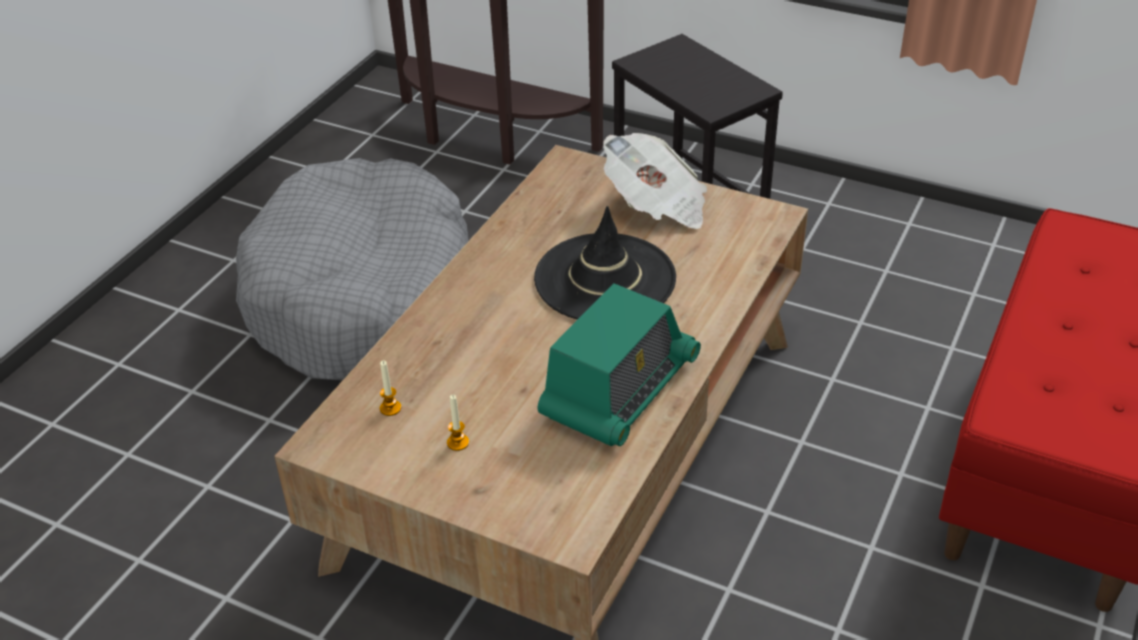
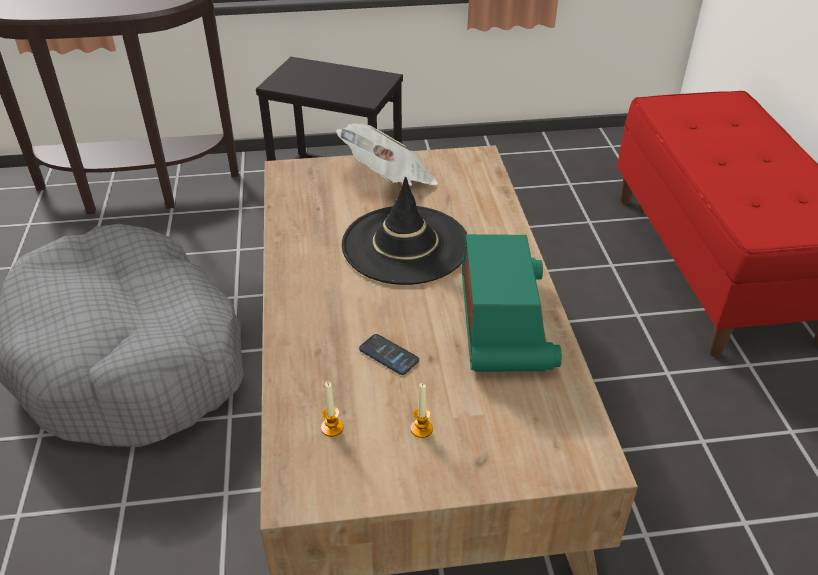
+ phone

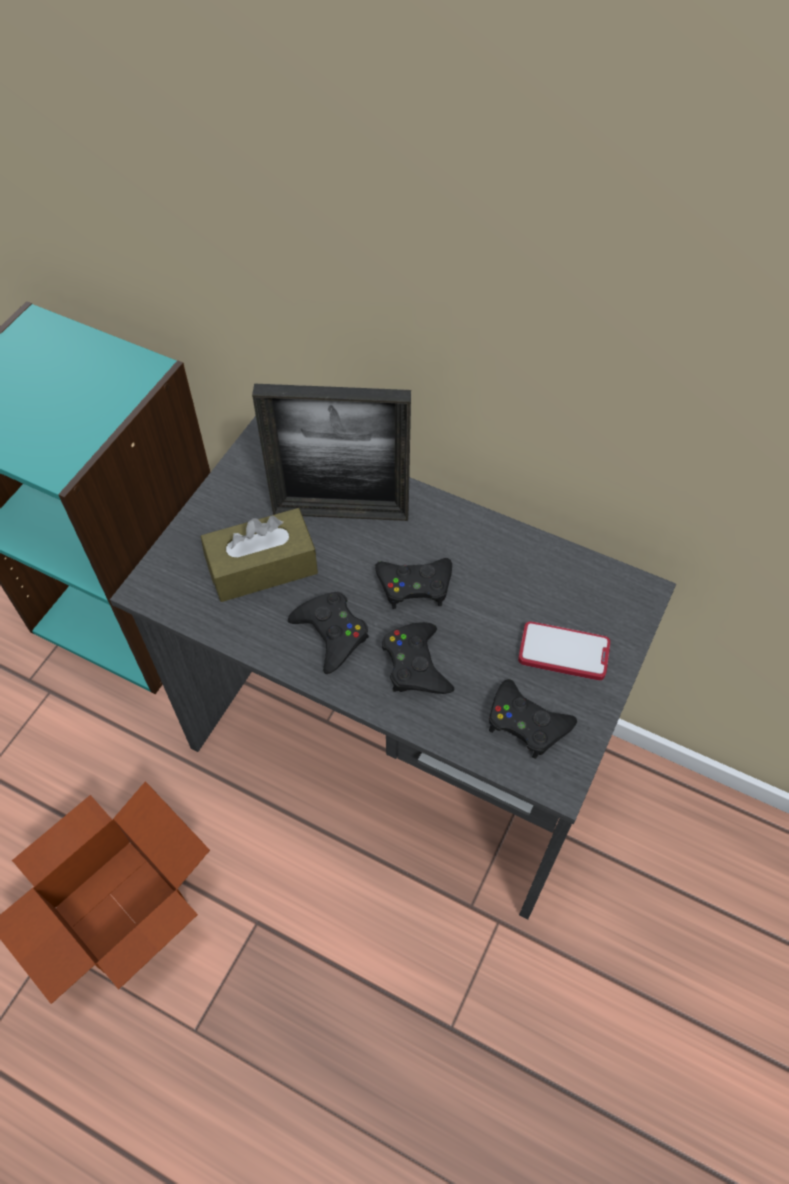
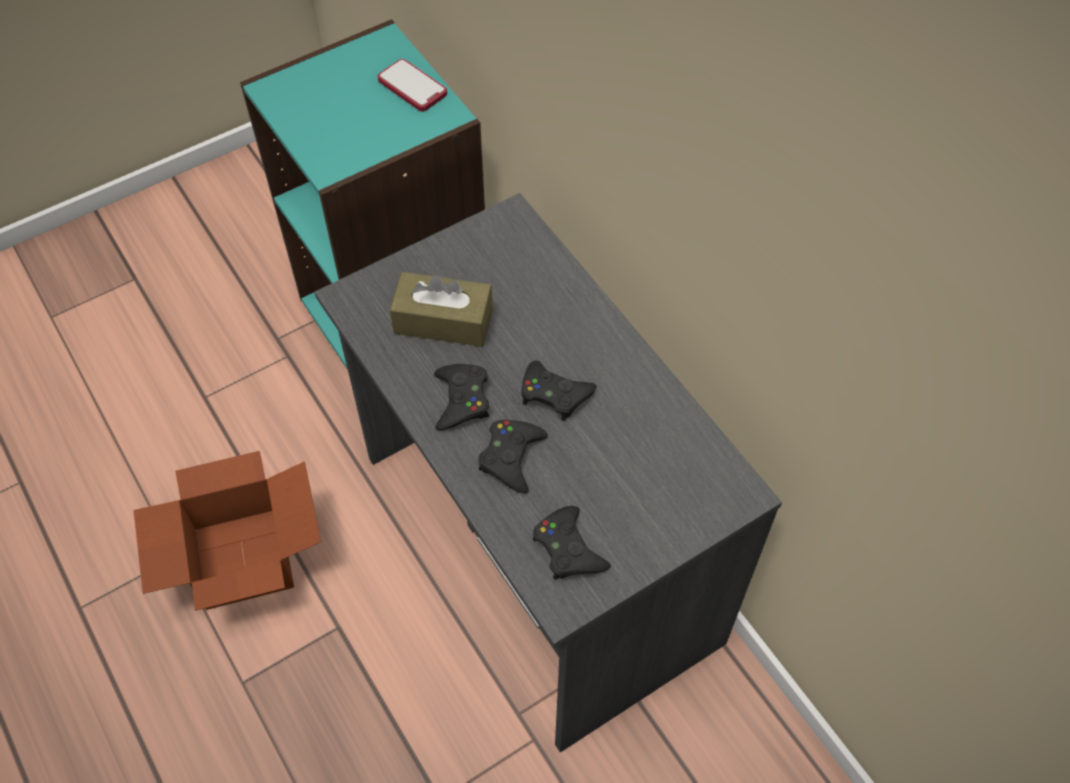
- picture frame
~ phone

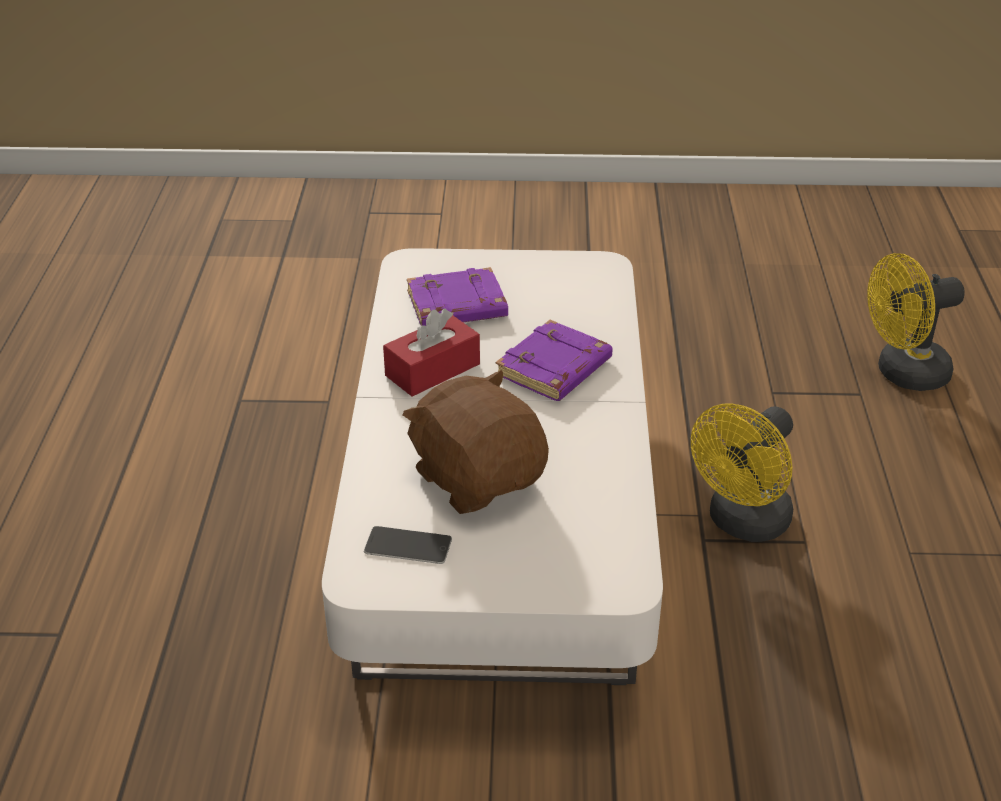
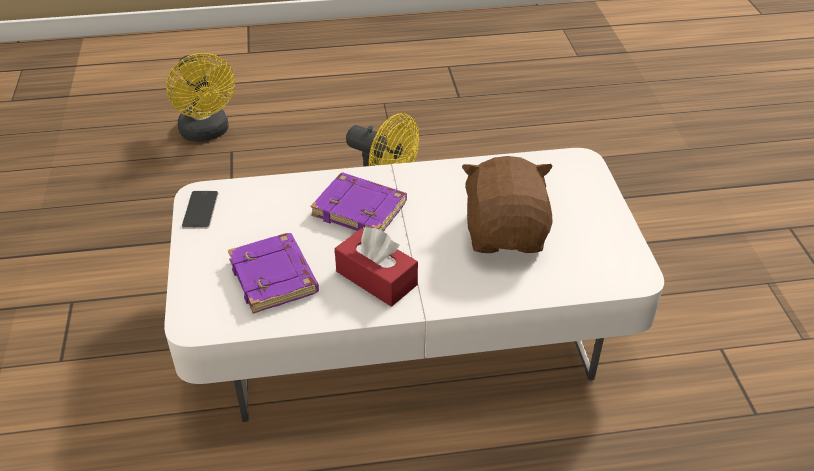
~ phone
~ plush toy in brown 135 degrees clockwise

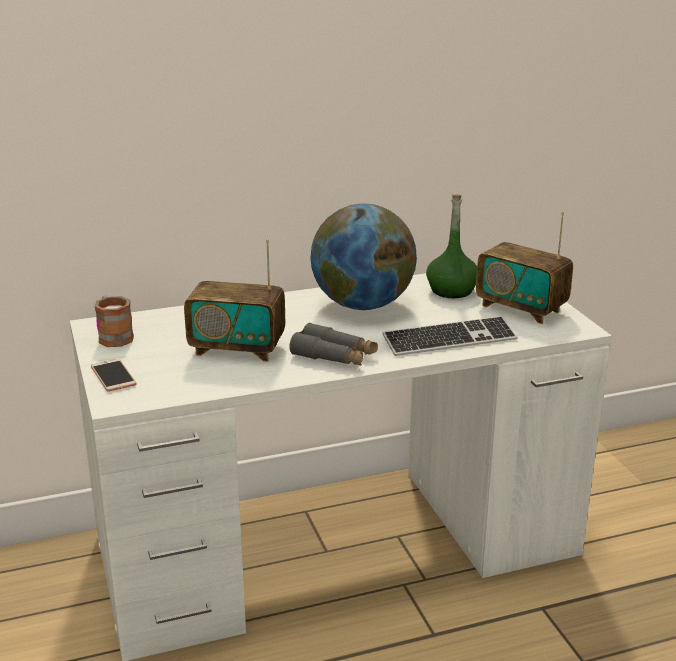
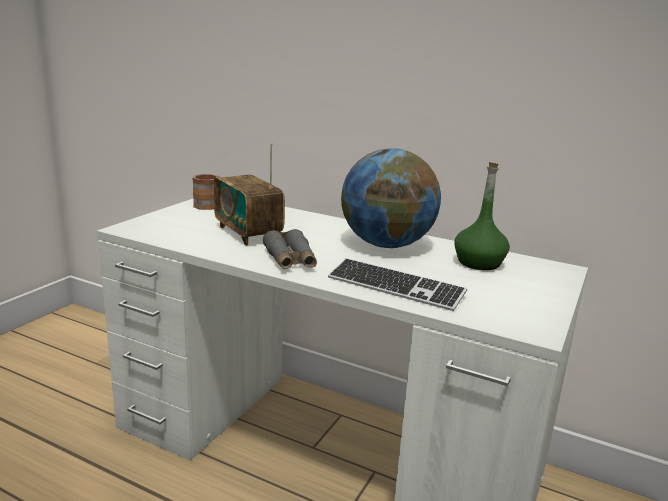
- phone
- radio (no. 2 from left)

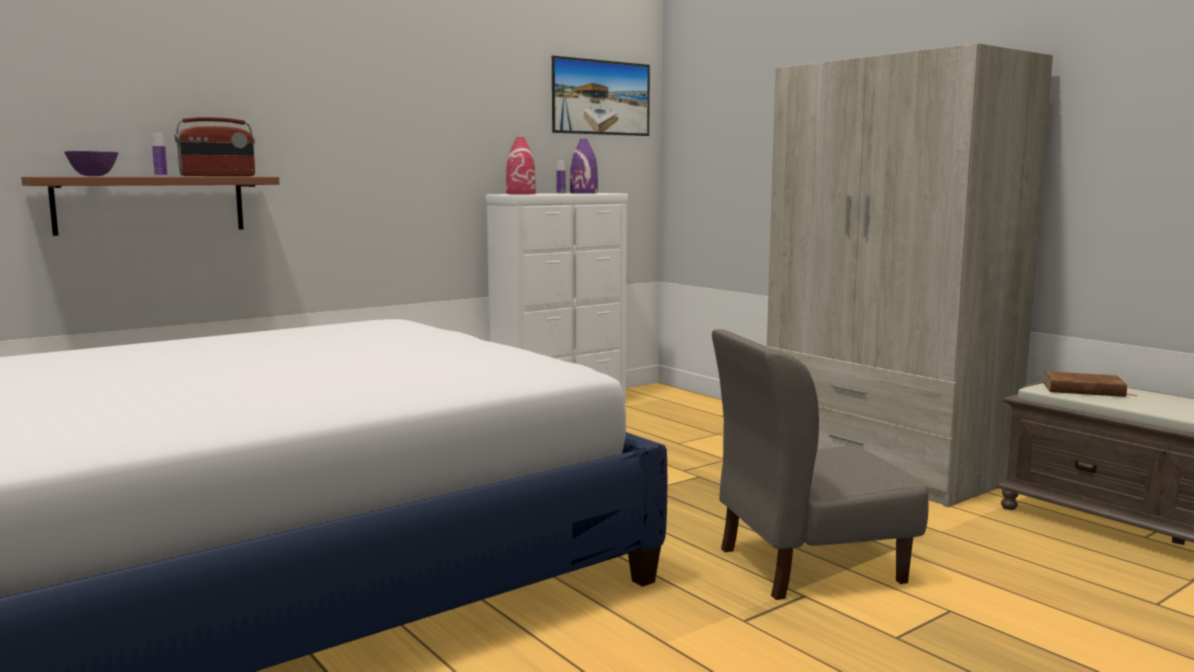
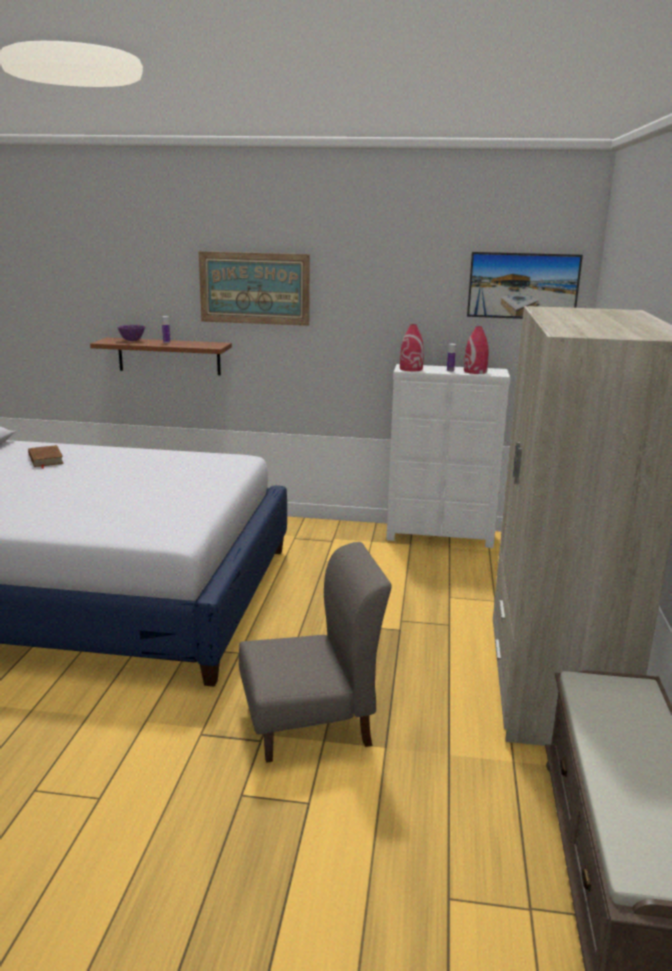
- radio
+ picture (no. 1 from left)
~ book in brown
~ vase in purple to vase in red (no. 2 from left)
~ chair in grey 135 degrees clockwise

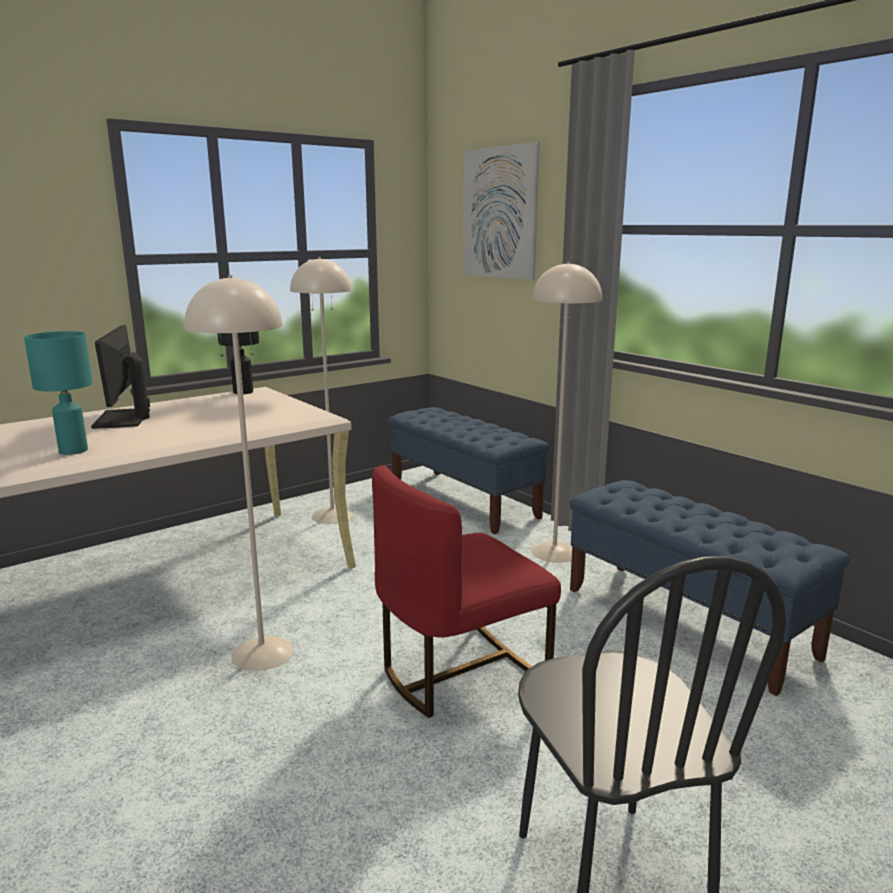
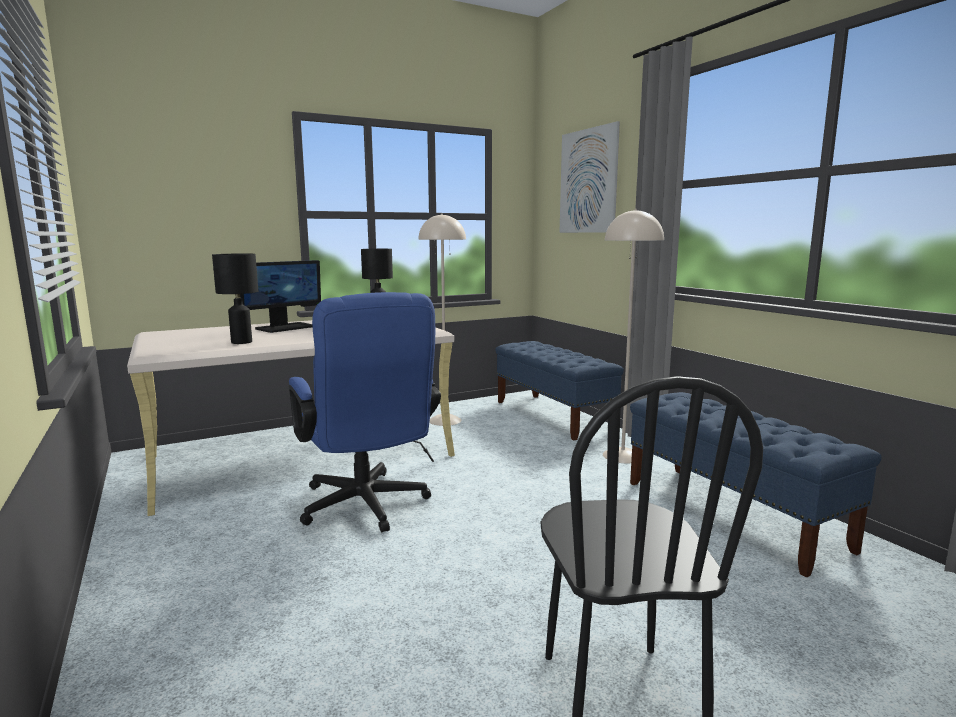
- chair in red
~ floor lamp in beige (no. 1 from left) to office chair in blue
~ table lamp in turquoise to table lamp in black (no. 1 from left)
~ monitor 135 degrees counterclockwise

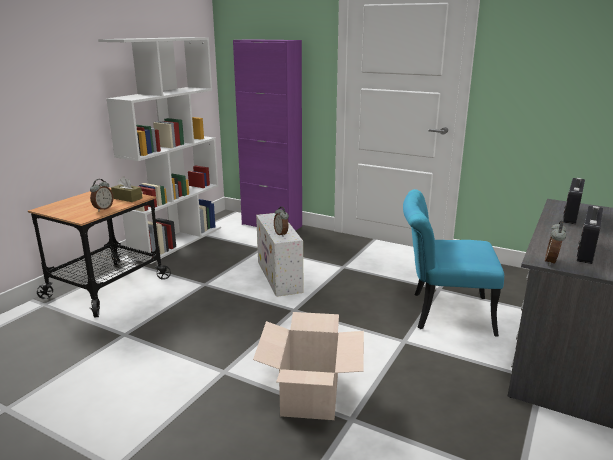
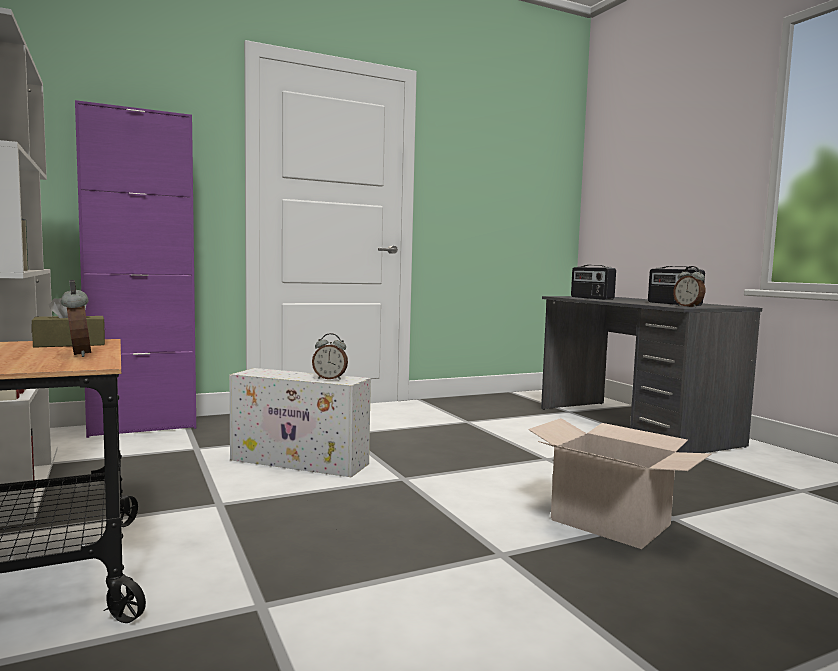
- chair in turquoise

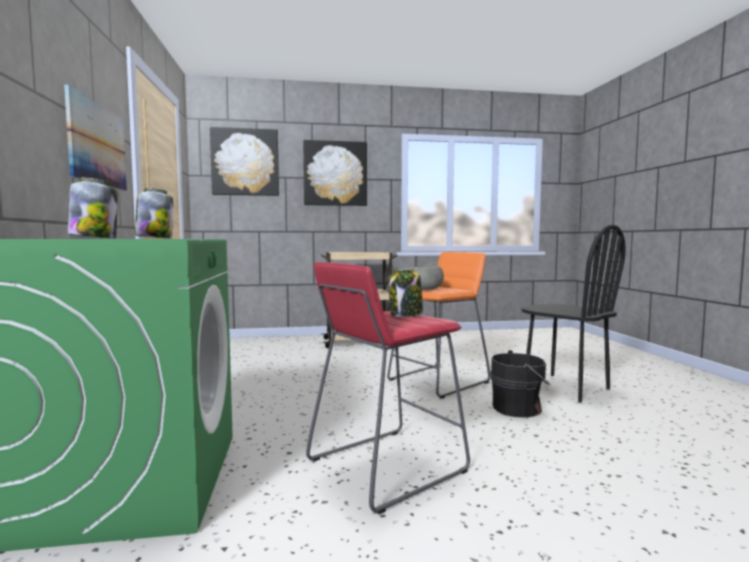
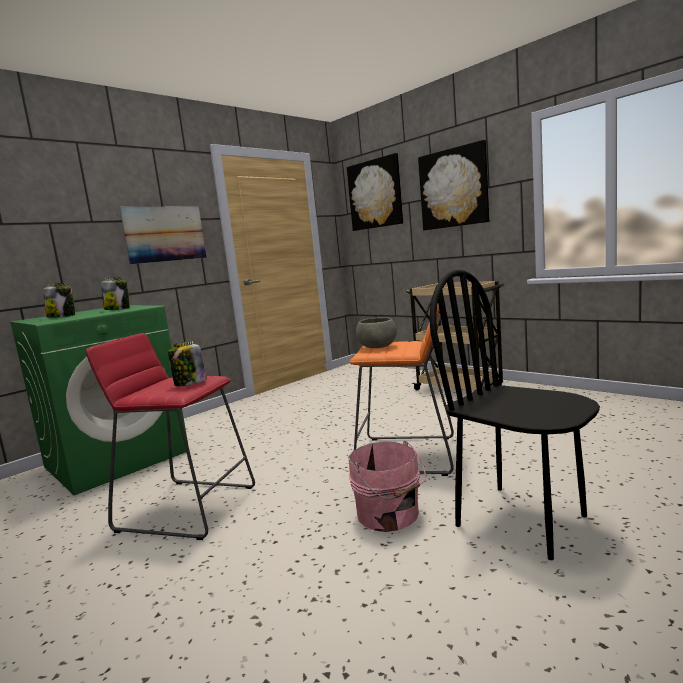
~ bucket in black to bucket in pink
~ chair in black 120 degrees clockwise

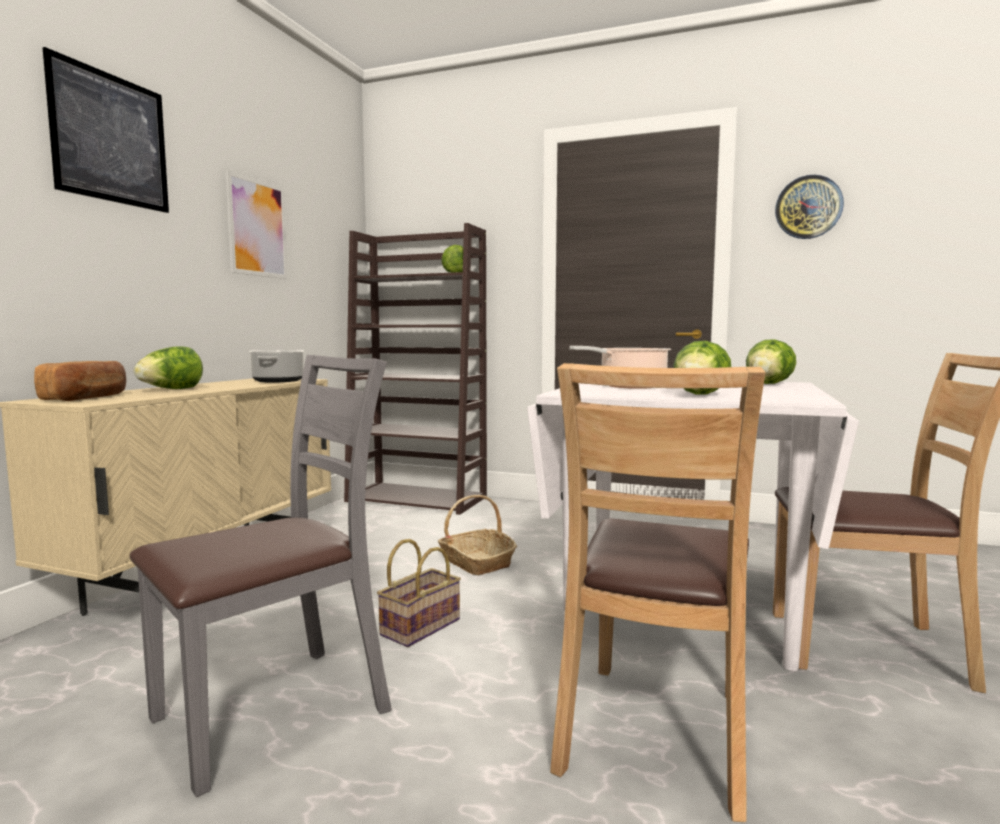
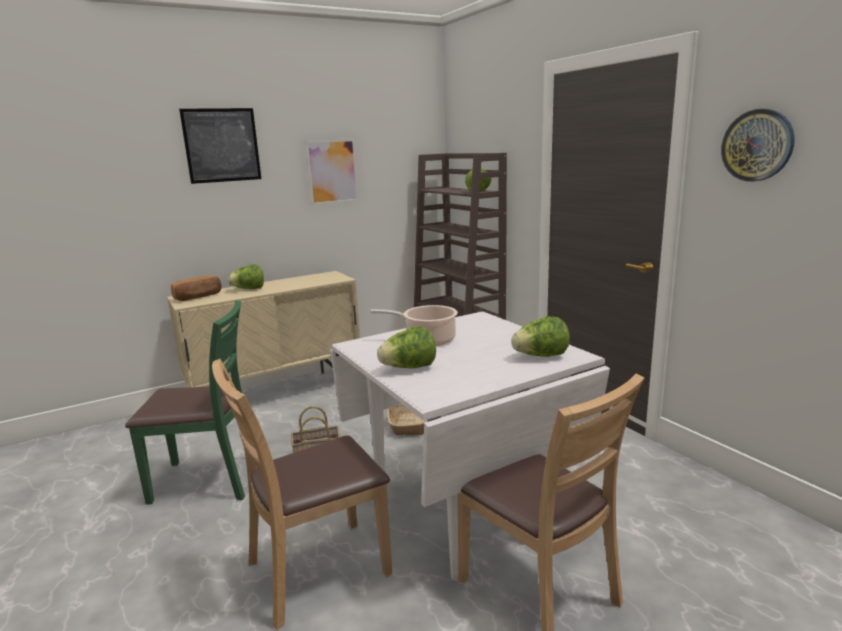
- cooking pot (no. 1 from left)
~ chair in grey to chair in green

